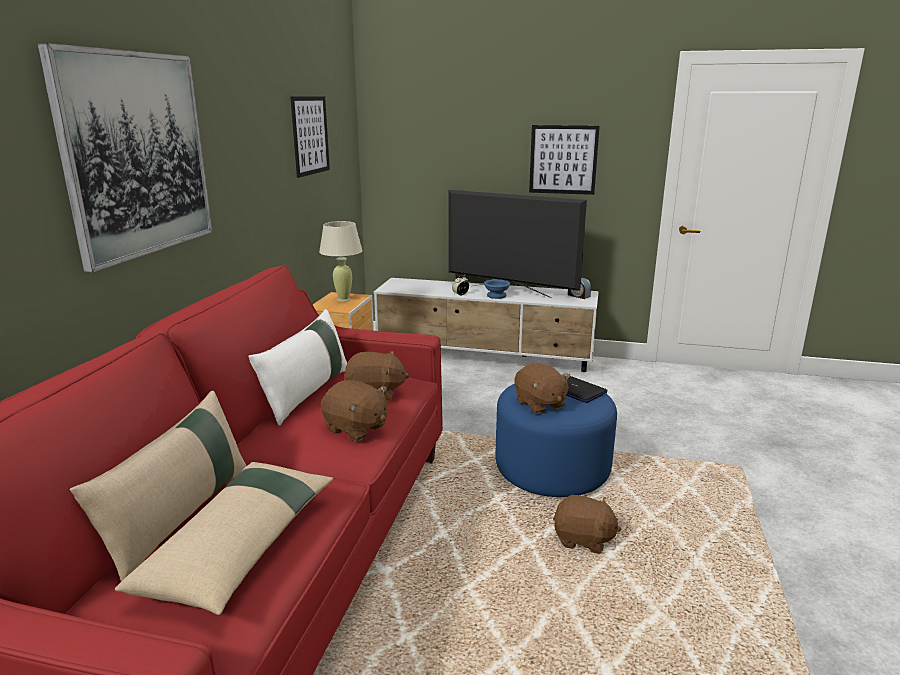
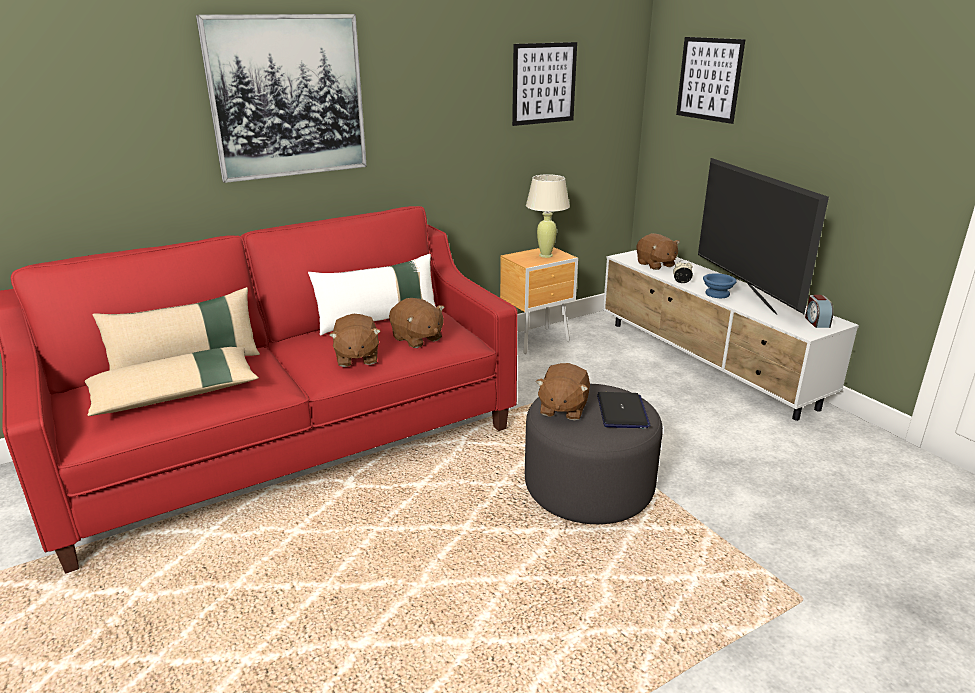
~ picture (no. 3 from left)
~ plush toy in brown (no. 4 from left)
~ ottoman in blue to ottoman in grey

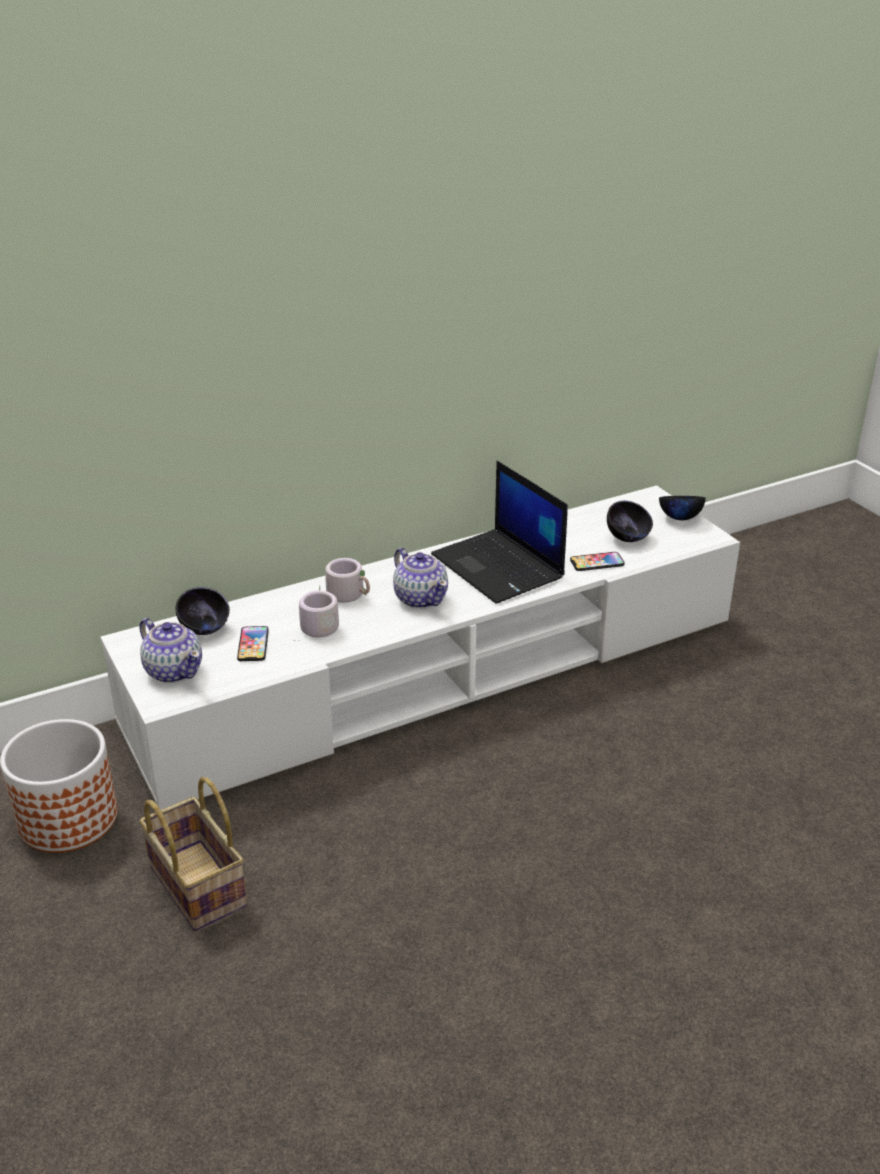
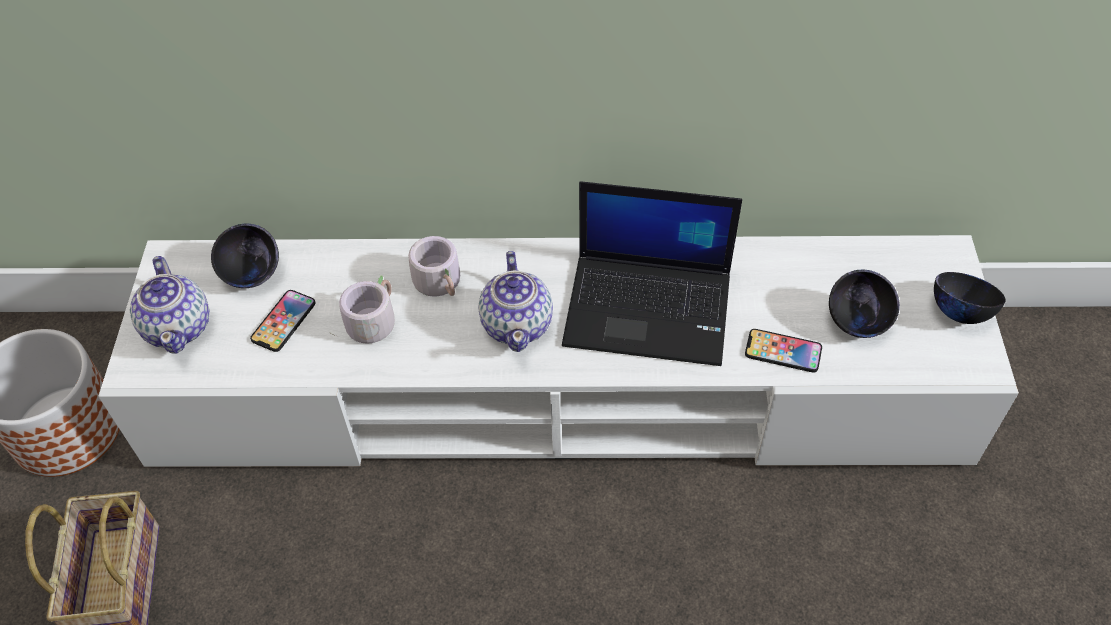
~ laptop 75 degrees counterclockwise

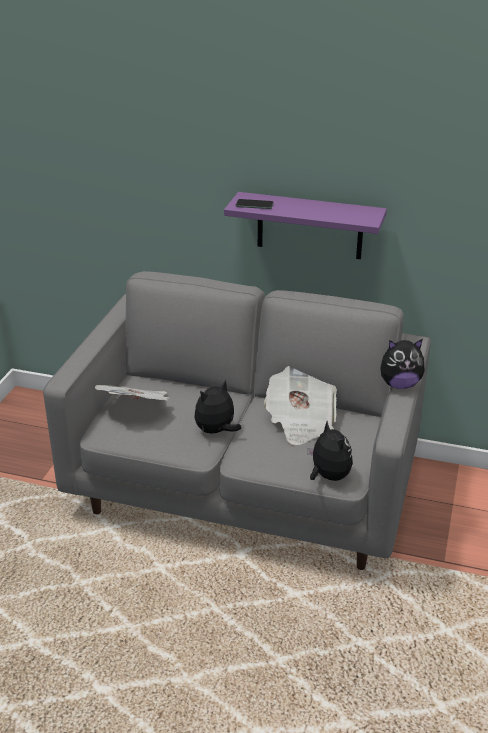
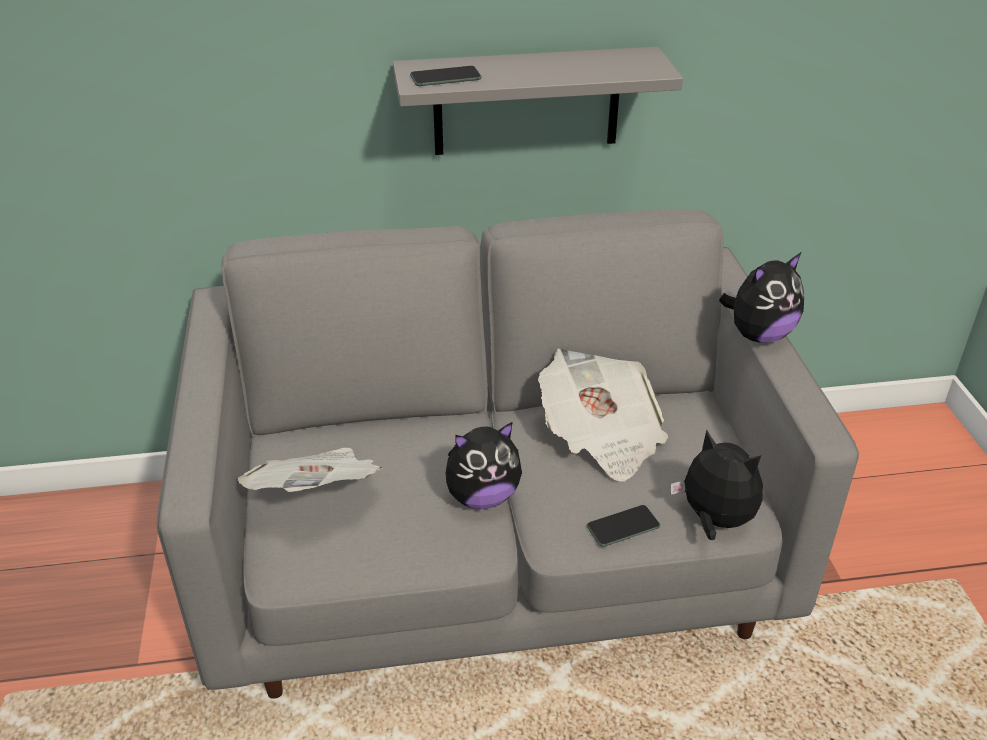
+ phone (no. 2 from left)
~ shelf in purple to shelf in grey
~ plush toy (no. 1 from left) 135 degrees counterclockwise

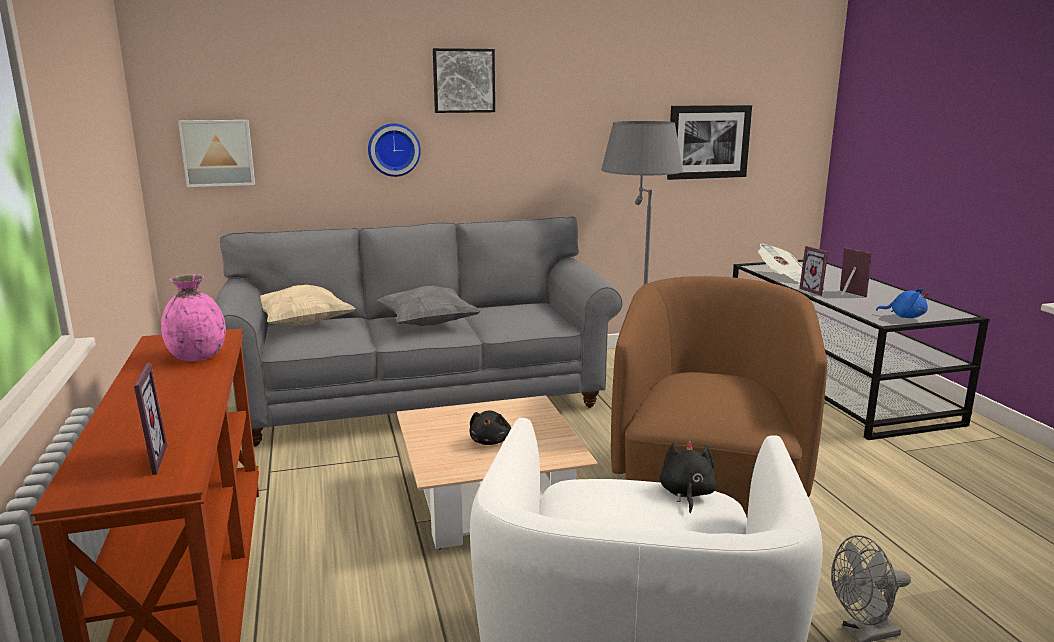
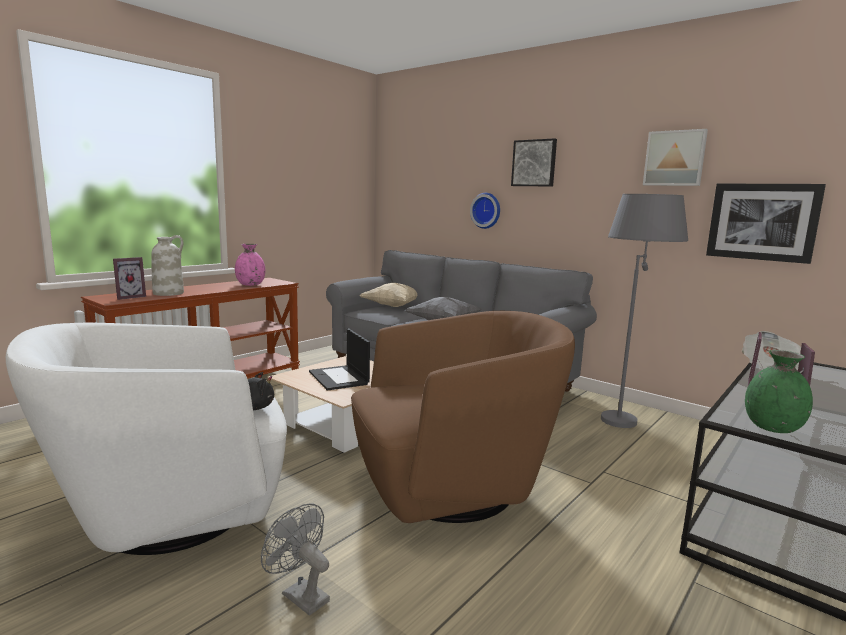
+ vase in white
~ picture (no. 1 from left in the first image) to picture (no. 2 from left)
~ plush toy in black (no. 1 from left) to laptop
~ plush toy in blue to vase in green

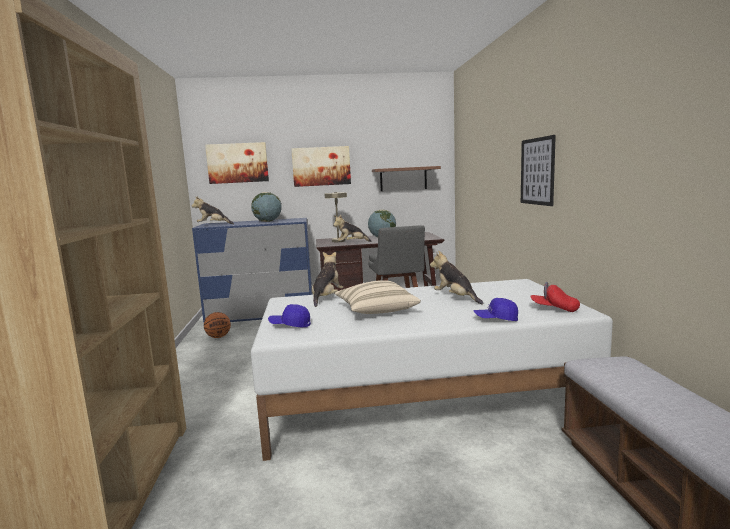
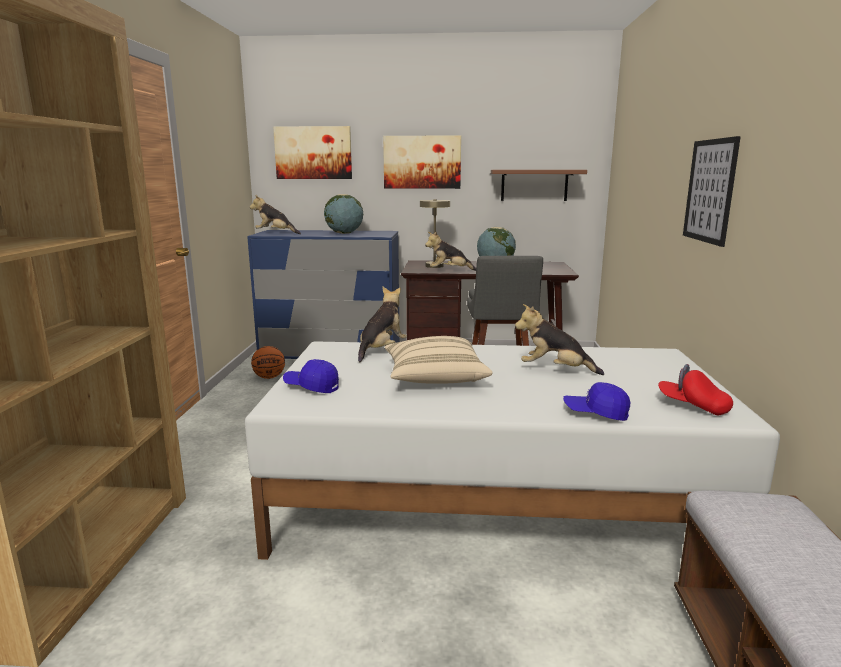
~ plush toy (no. 4 from left) 45 degrees counterclockwise

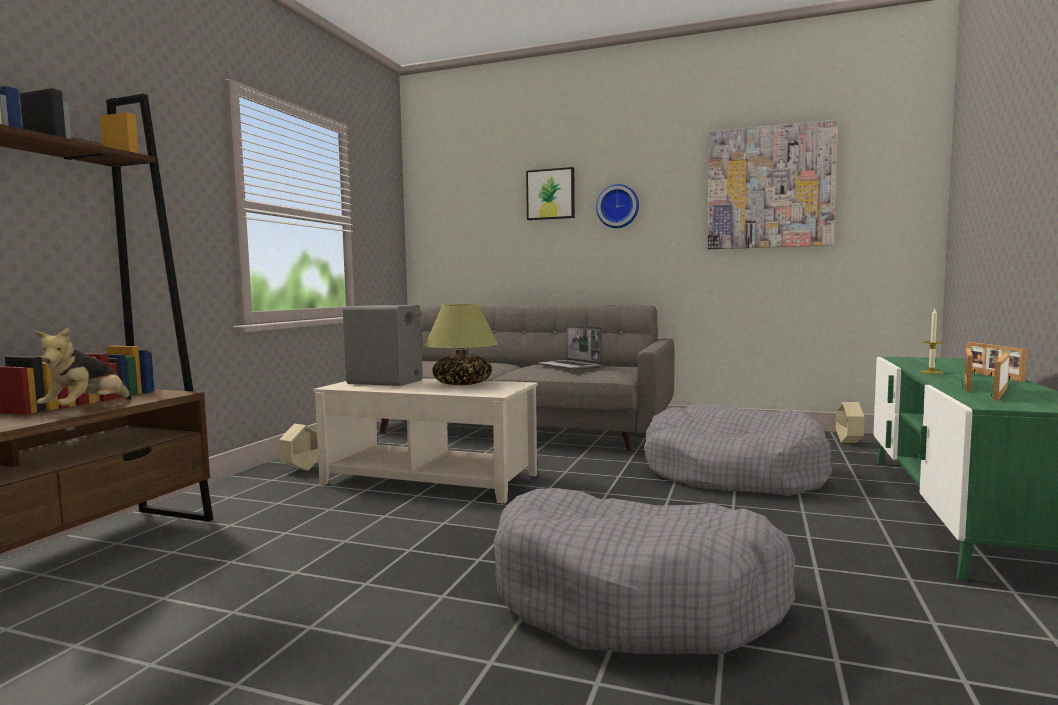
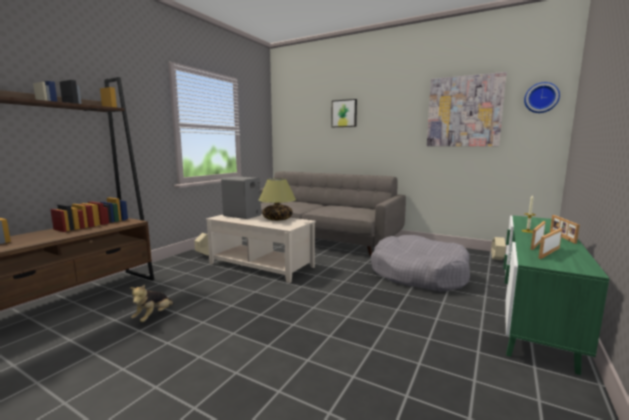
- dog bed in grey (no. 1 from left)
- laptop
~ plush toy
~ wall clock

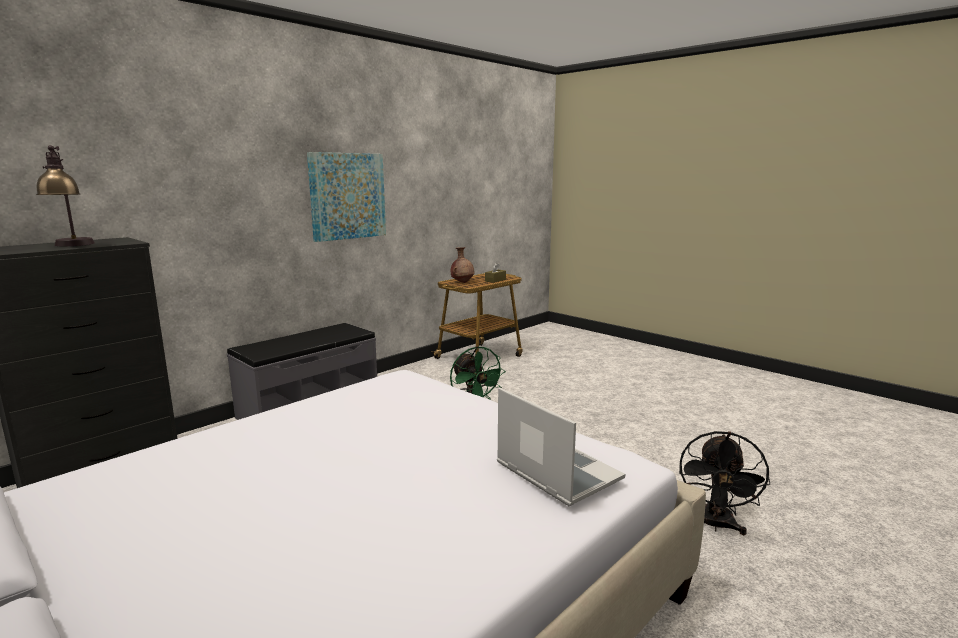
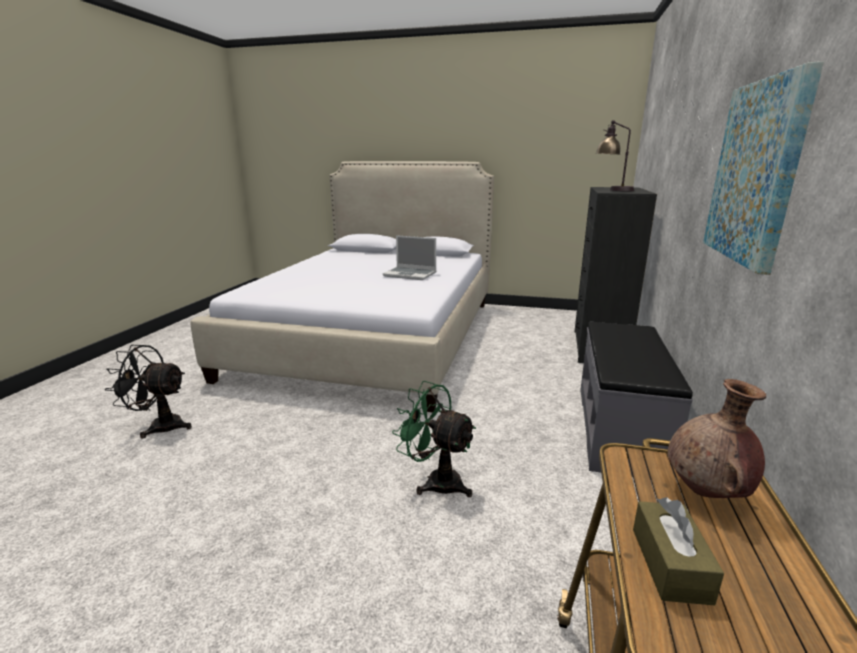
~ laptop
~ fan in black 75 degrees counterclockwise

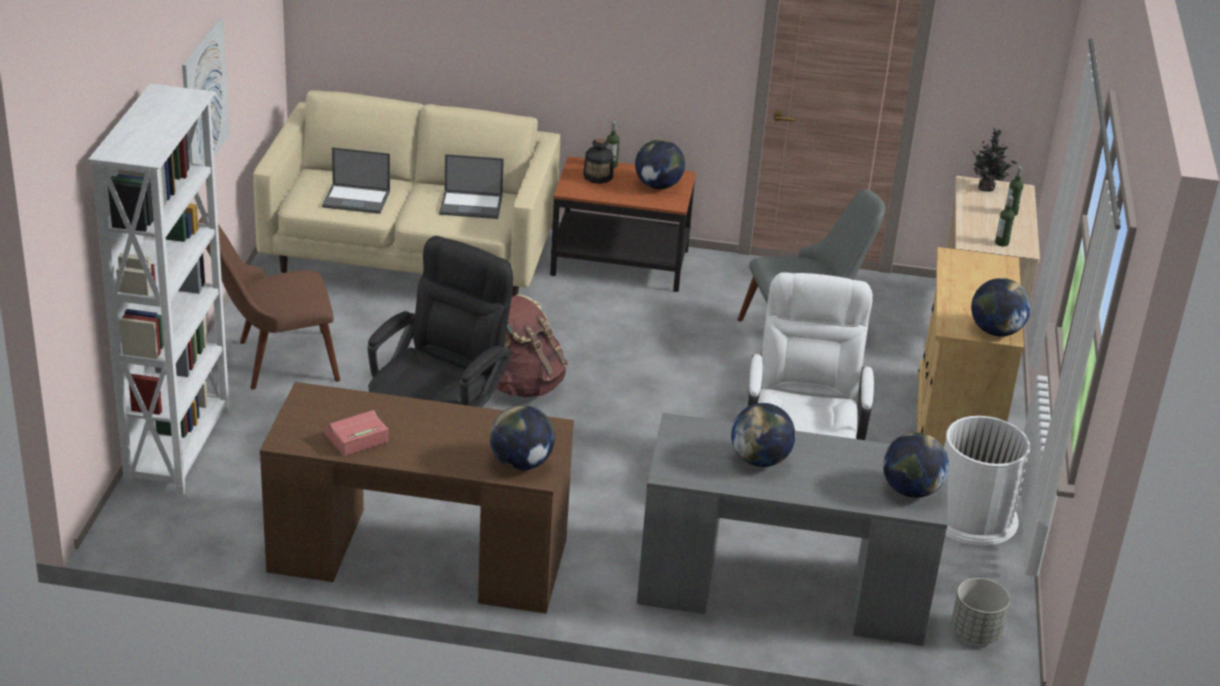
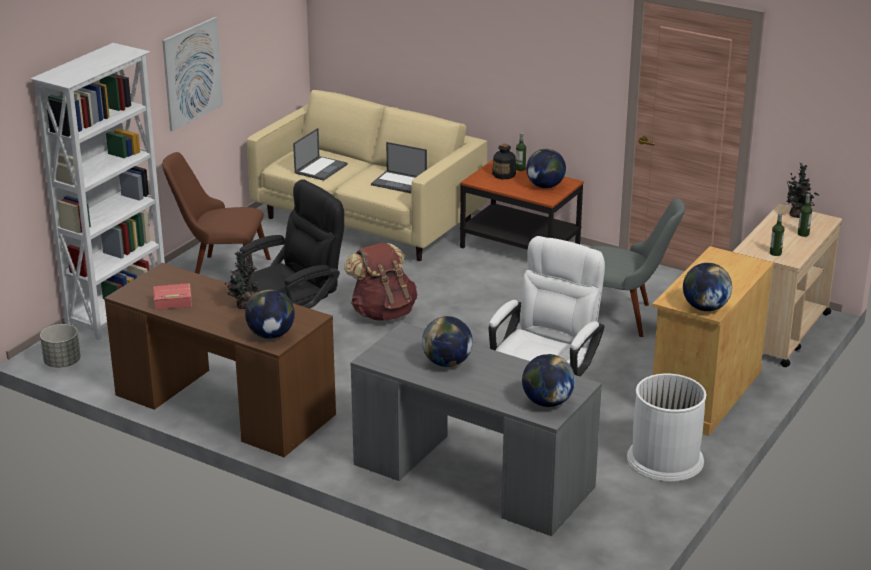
+ potted plant (no. 1 from left)
~ planter in grey
~ laptop (no. 1 from left) 90 degrees counterclockwise

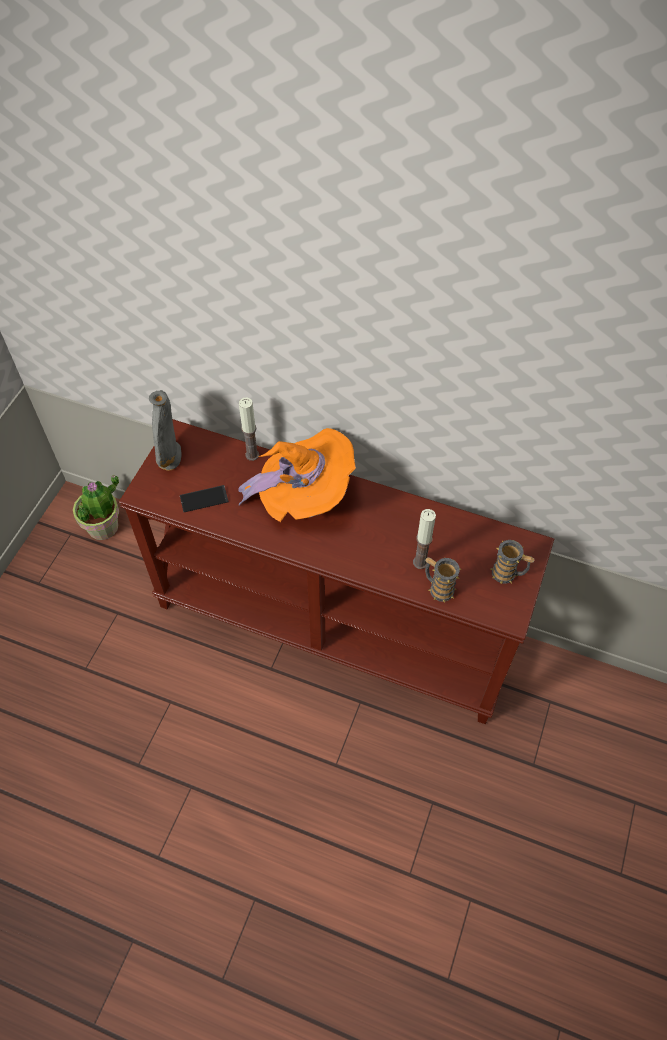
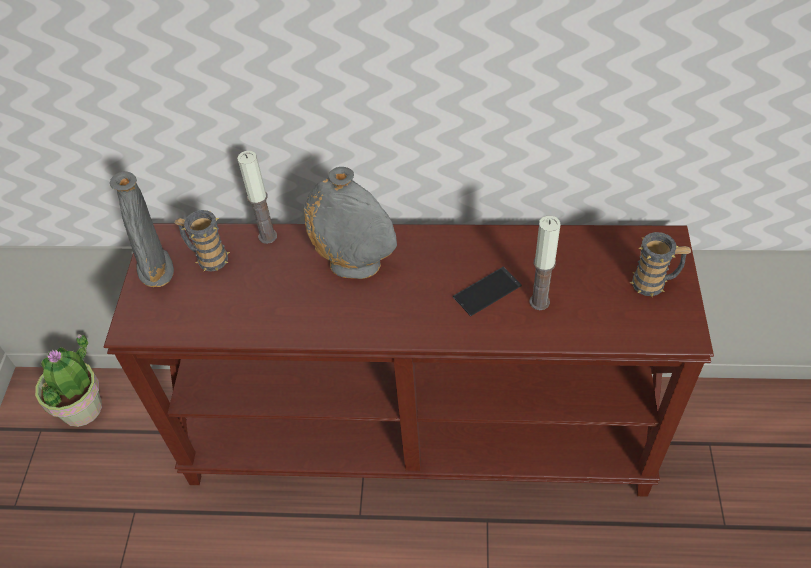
~ phone
~ mug (no. 1 from left)
~ hat in orange to vase in grey (no. 2 from left)

